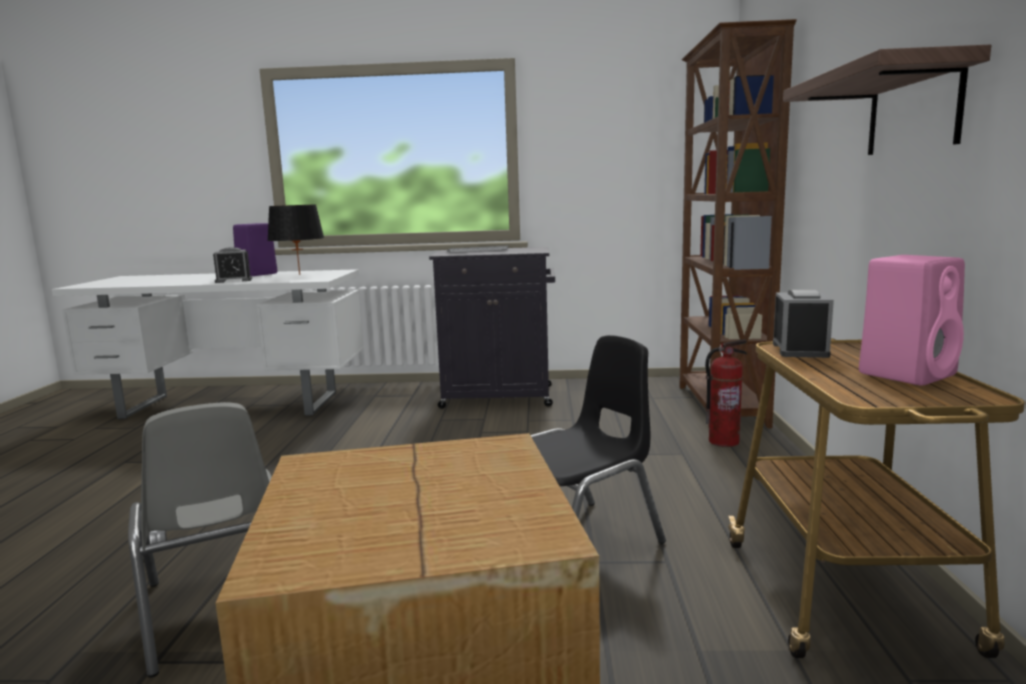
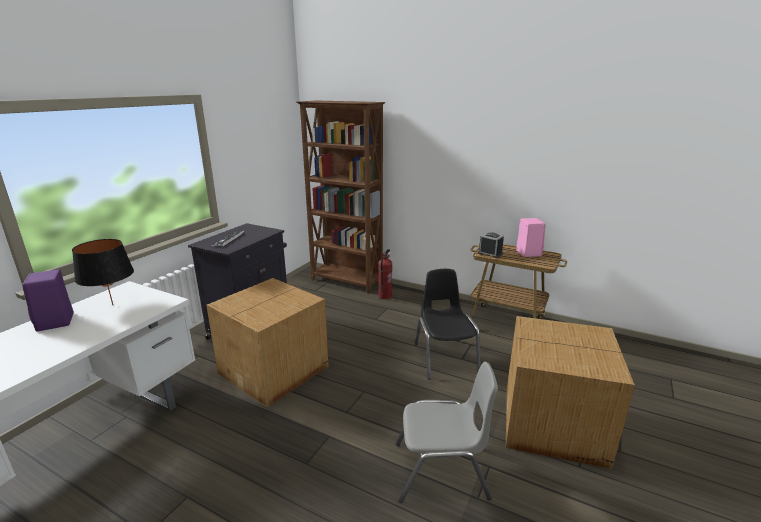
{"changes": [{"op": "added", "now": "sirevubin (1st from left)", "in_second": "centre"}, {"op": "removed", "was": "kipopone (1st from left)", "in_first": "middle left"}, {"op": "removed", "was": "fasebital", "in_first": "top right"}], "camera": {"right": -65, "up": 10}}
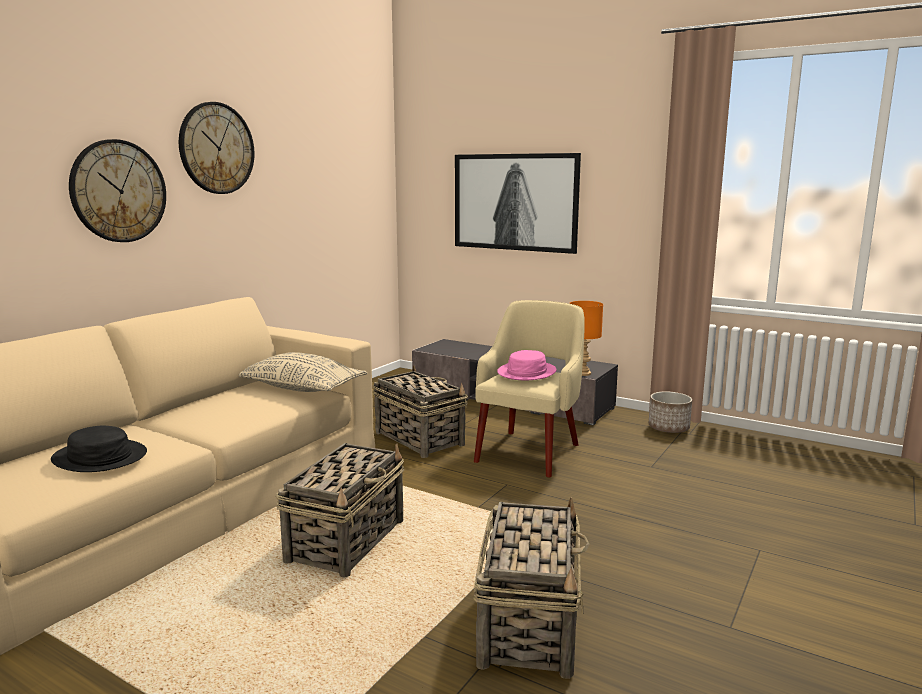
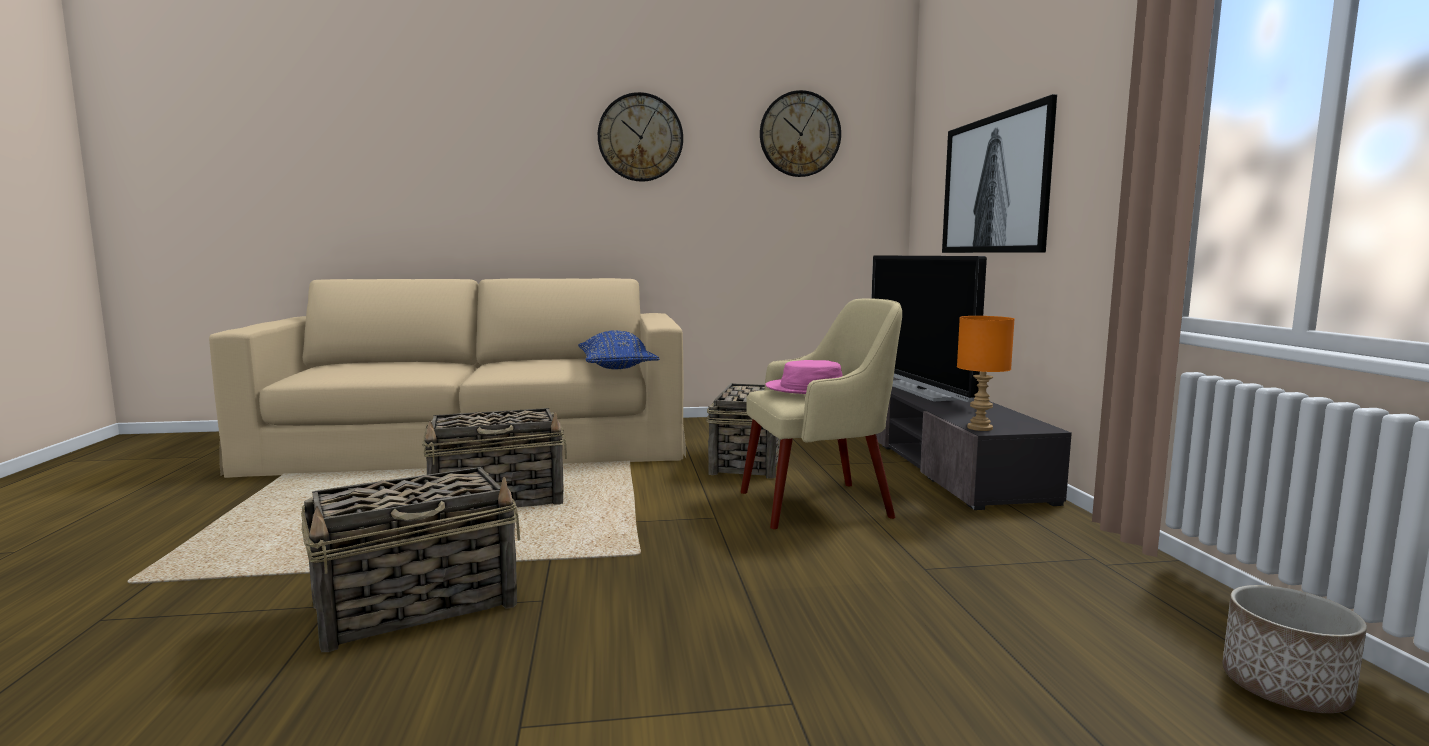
{"changes": [{"op": "recoloured", "was": "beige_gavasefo", "now": "blue_gavasefo", "in_first": "middle left", "in_second": "centre"}, {"op": "moved", "was": "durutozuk (1st from left in the first image)", "now": "durutozuk (2nd from left)", "in_first": "top left", "in_second": "top centre"}, {"op": "added", "now": "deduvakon", "in_second": "centre"}, {"op": "moved", "was": "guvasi", "in_first": "middle right", "in_second": "bottom right"}, {"op": "removed", "was": "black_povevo", "in_first": "middle left"}], "camera": {"right": 50, "up": -5}}
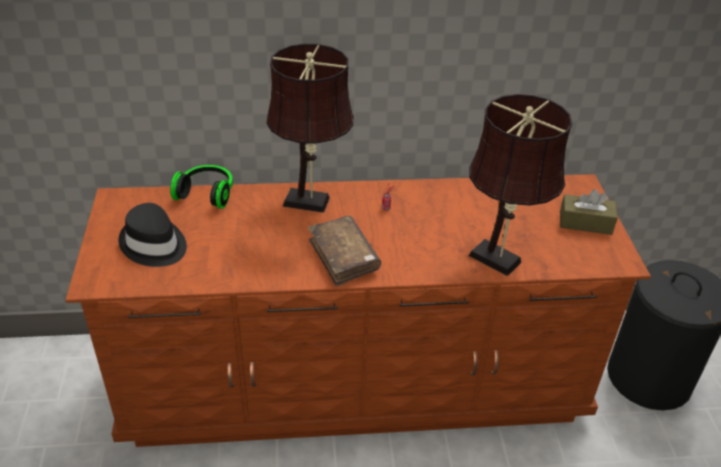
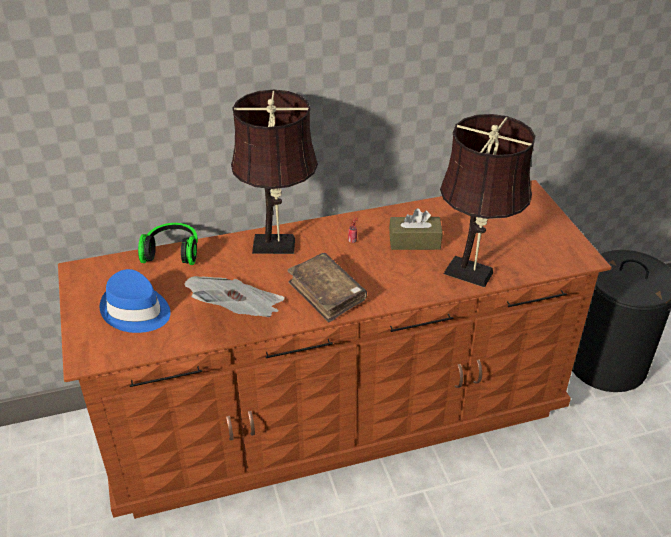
{"changes": [{"op": "recoloured", "was": "black_povevo", "now": "blue_povevo", "in_first": "middle left", "in_second": "middle left"}, {"op": "added", "now": "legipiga", "in_second": "centre"}, {"op": "moved", "was": "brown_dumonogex", "in_first": "middle right", "in_second": "centre"}], "camera": {"right": -10, "up": 0}}
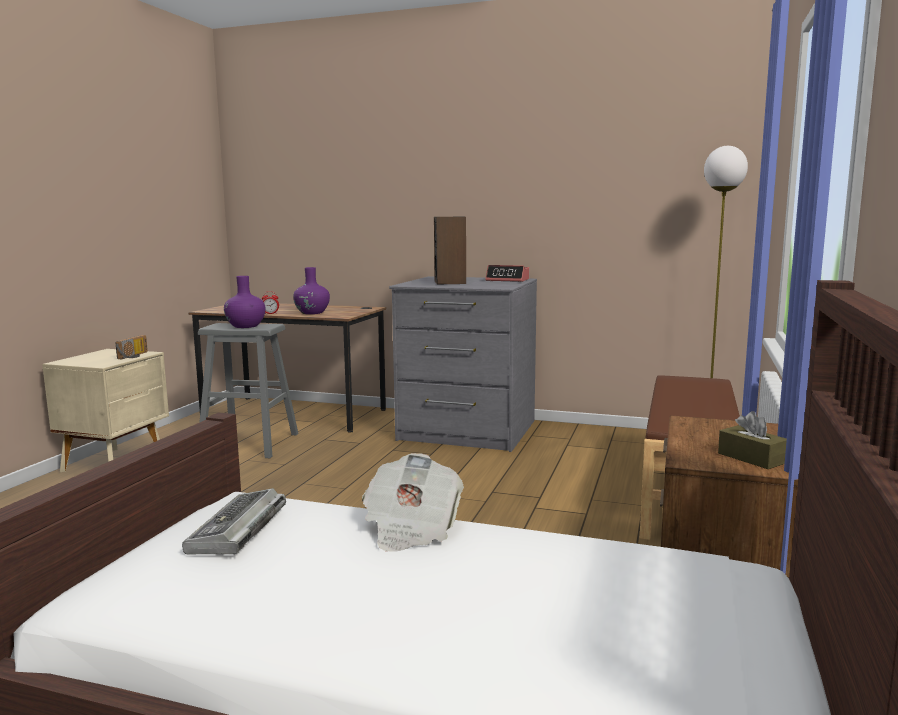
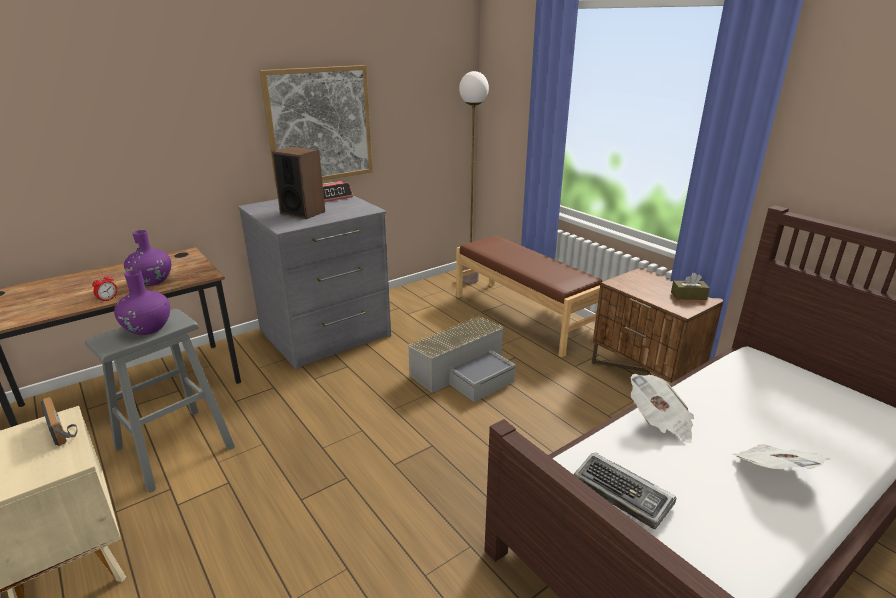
{"changes": [{"op": "added", "now": "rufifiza", "in_second": "top centre"}, {"op": "added", "now": "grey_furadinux", "in_second": "centre"}, {"op": "added", "now": "legipiga (2nd from left)", "in_second": "bottom right"}], "camera": {"right": -55, "up": 15}}
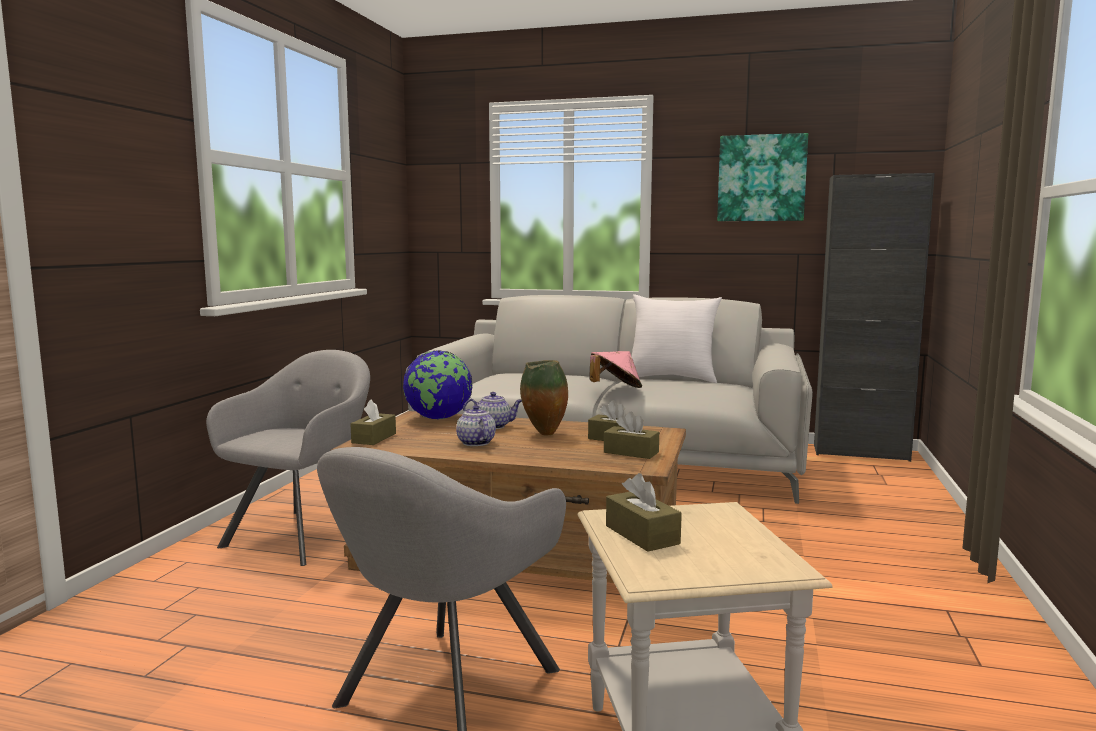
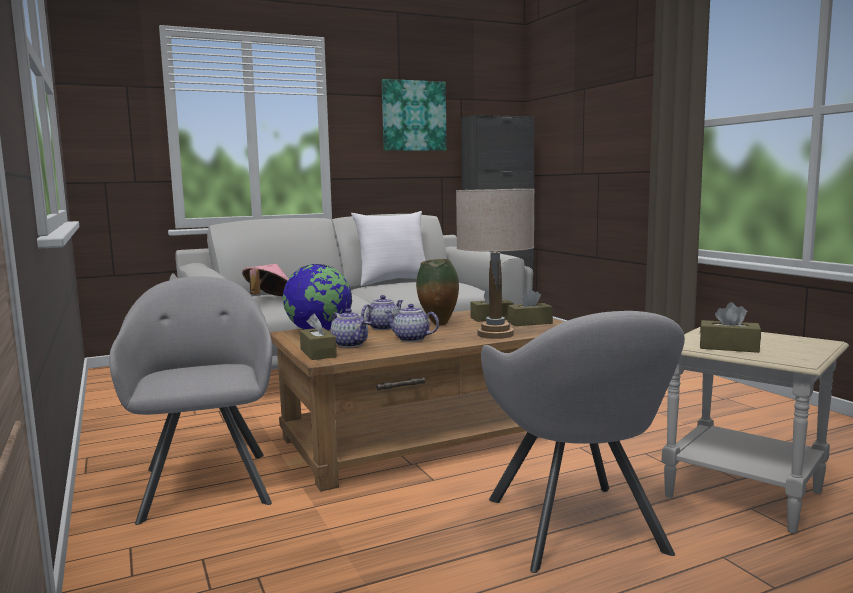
{"changes": [{"op": "moved", "was": "pink_povevo", "in_first": "centre", "in_second": "middle left"}, {"op": "added", "now": "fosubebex (1st from left)", "in_second": "centre"}, {"op": "added", "now": "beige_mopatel", "in_second": "centre"}], "camera": {"right": -40, "up": 0}}
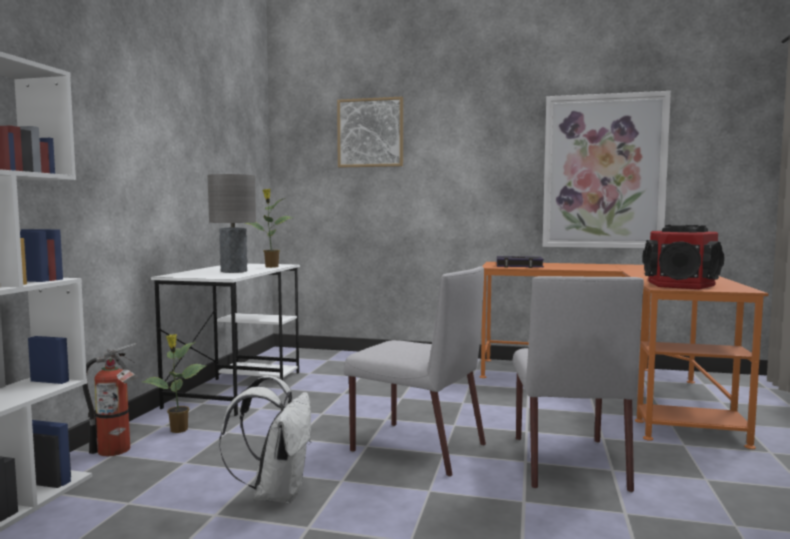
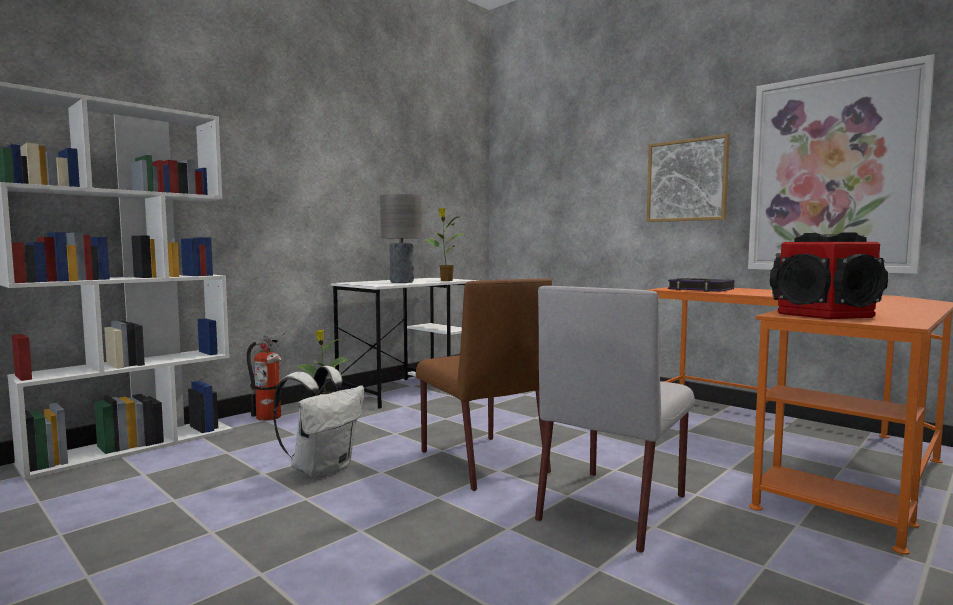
{"changes": [{"op": "recoloured", "was": "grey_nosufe (1st from left)", "now": "brown_nosufe", "in_first": "bottom centre", "in_second": "centre"}, {"op": "moved", "was": "rufifiza (1st from left)", "in_first": "top centre", "in_second": "top right"}], "camera": {"right": 30, "up": 0}}
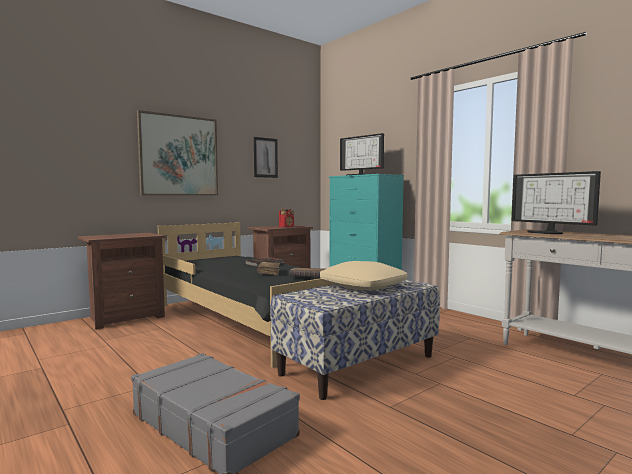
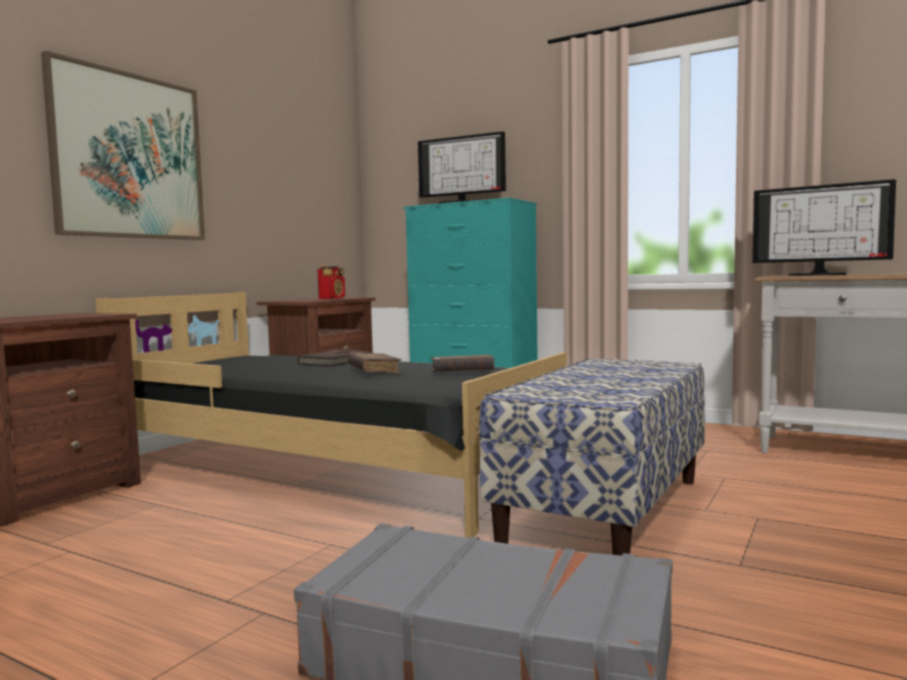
{"changes": [{"op": "removed", "was": "rufifiza (2nd from left)", "in_first": "top centre"}, {"op": "removed", "was": "beige_gavasefo", "in_first": "centre"}], "camera": {"right": -20, "up": 0}}
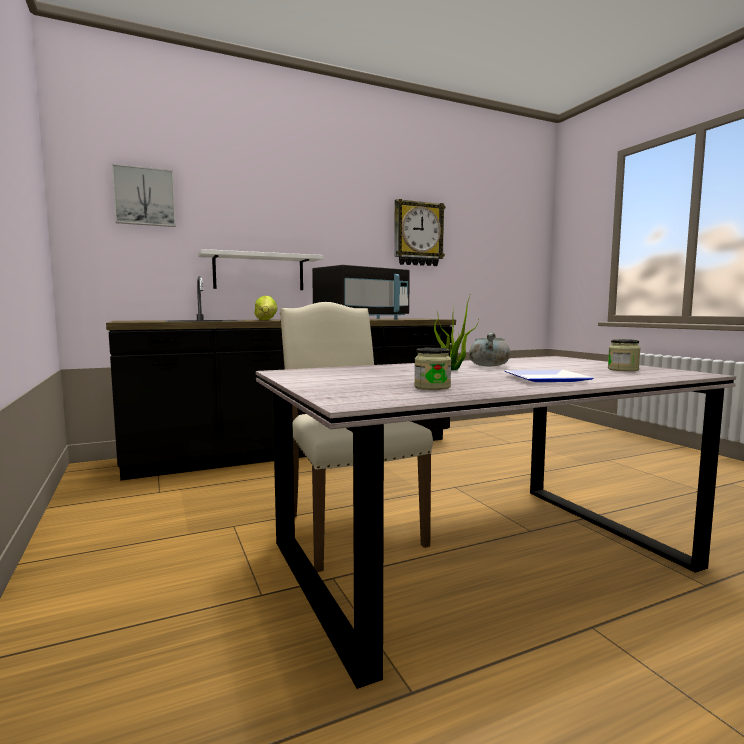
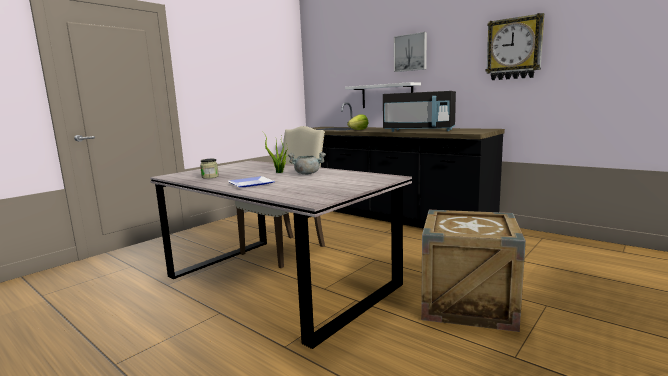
{"changes": [{"op": "moved", "was": "rufifiza", "in_first": "top left", "in_second": "top centre"}, {"op": "added", "now": "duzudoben", "in_second": "bottom right"}, {"op": "removed", "was": "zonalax (2nd from left)", "in_first": "middle right"}], "camera": {"right": 65, "up": 5}}
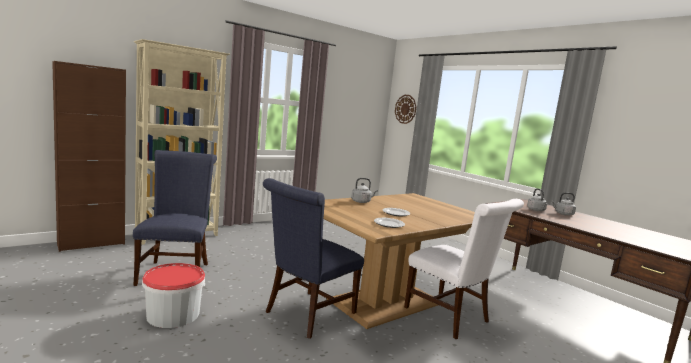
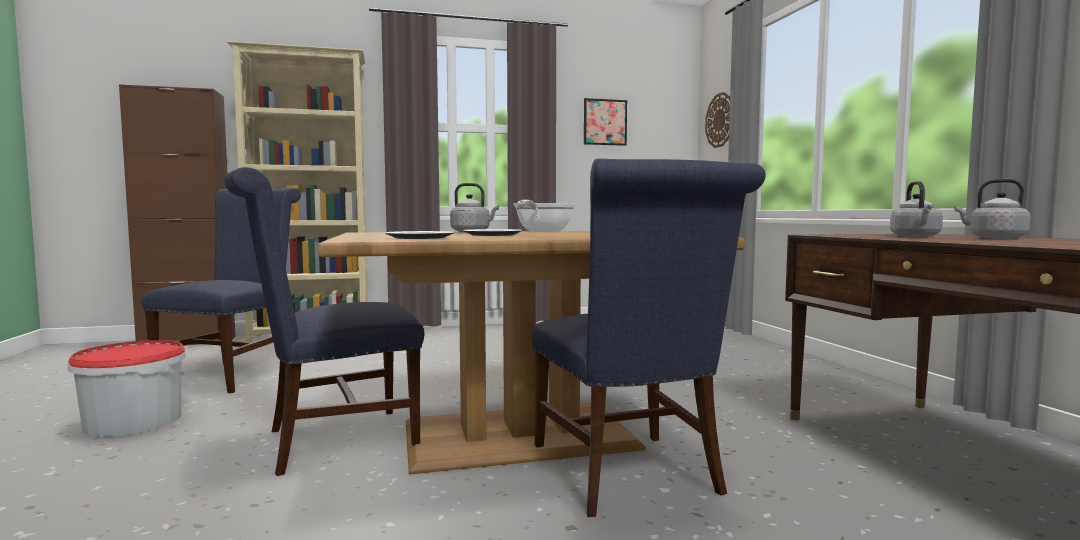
{"changes": [{"op": "added", "now": "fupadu", "in_second": "centre"}, {"op": "recoloured", "was": "white_nosufe", "now": "blue_nosufe (3rd from left)", "in_first": "bottom right", "in_second": "centre"}, {"op": "added", "now": "rufifiza", "in_second": "top centre"}], "camera": {"right": 25, "up": -5}}
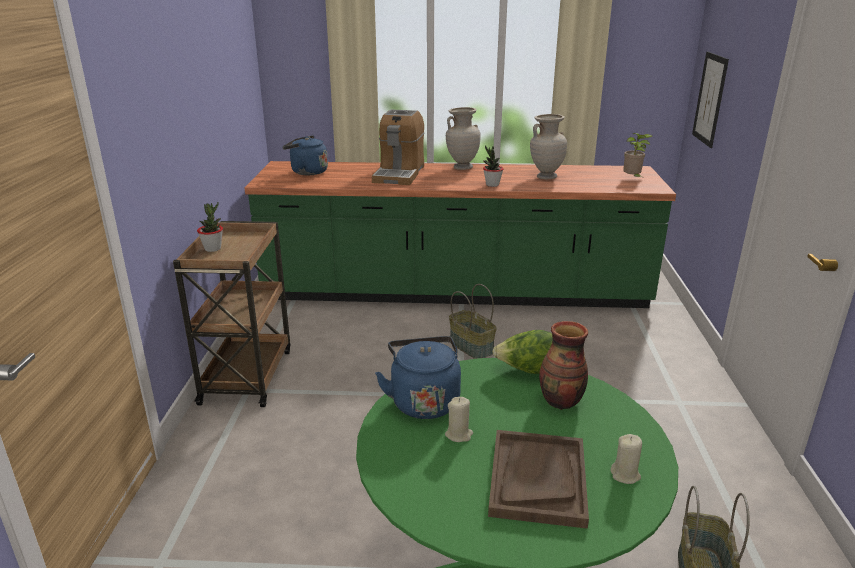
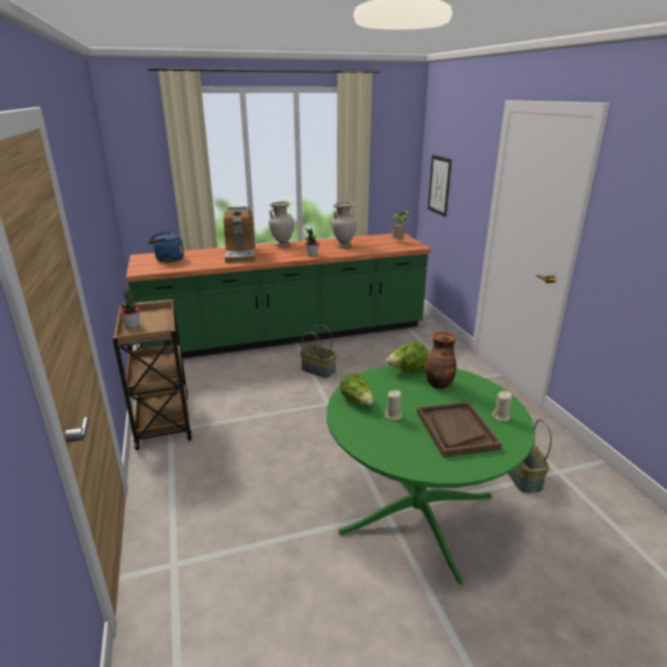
{"changes": [{"op": "replaced", "was": "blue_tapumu (2nd from left)", "now": "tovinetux (1st from left)", "in_first": "centre", "in_second": "centre"}], "camera": {"right": -20, "up": 0}}
